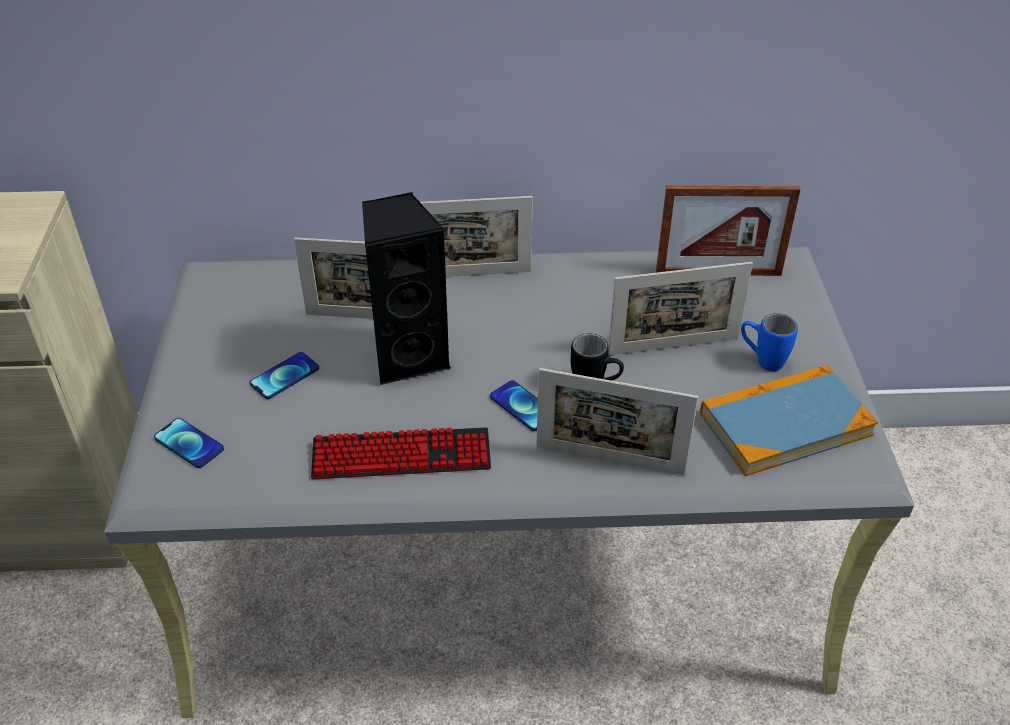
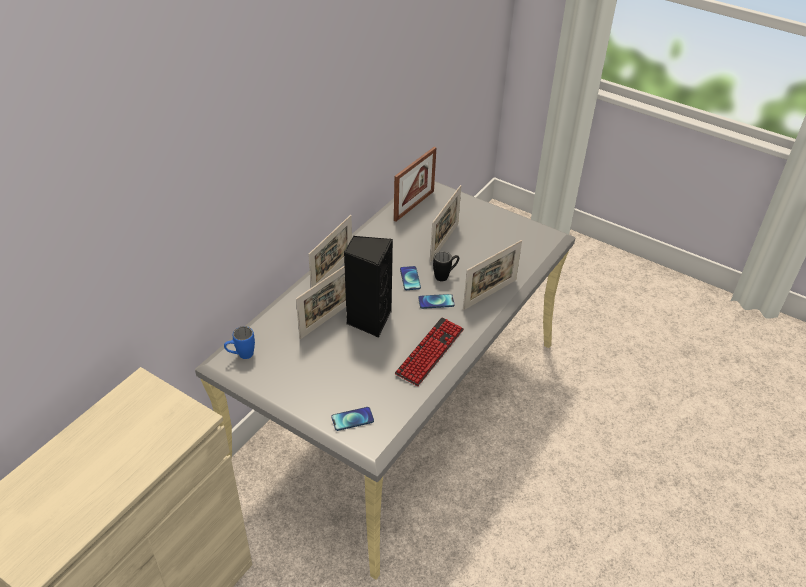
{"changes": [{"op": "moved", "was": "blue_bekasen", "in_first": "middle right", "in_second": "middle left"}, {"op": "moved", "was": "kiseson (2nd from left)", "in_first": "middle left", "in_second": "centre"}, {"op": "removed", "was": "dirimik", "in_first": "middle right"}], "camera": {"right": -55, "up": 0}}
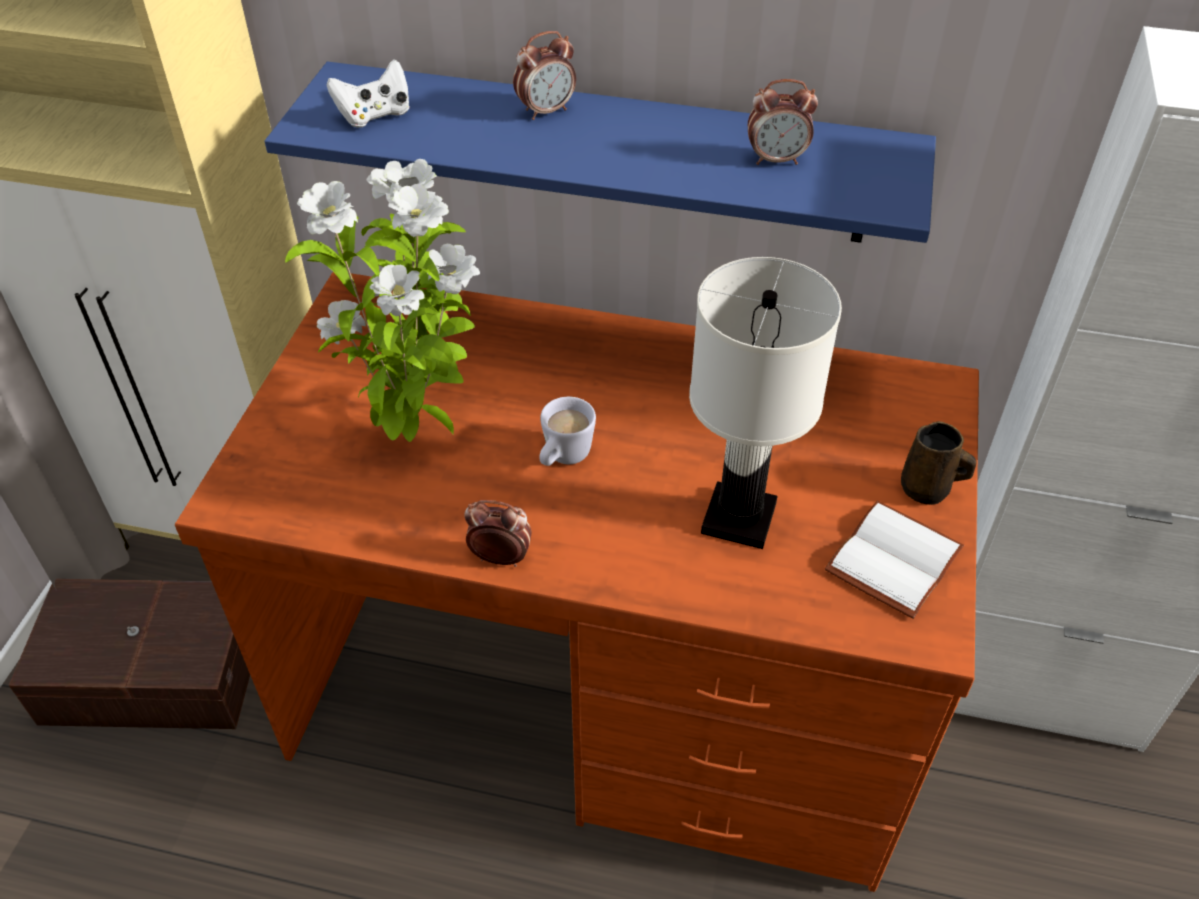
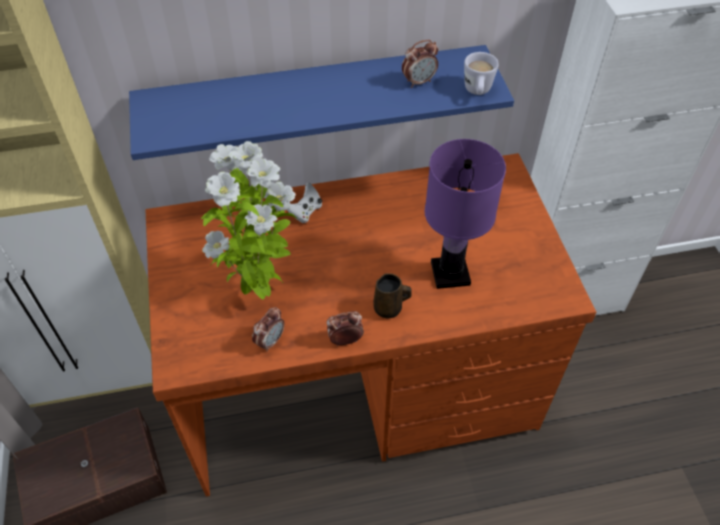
{"changes": [{"op": "moved", "was": "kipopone (2nd from left in the first image)", "now": "kipopone (1st from left)", "in_first": "top centre", "in_second": "centre"}, {"op": "moved", "was": "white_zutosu", "in_first": "top left", "in_second": "centre"}, {"op": "moved", "was": "brown_bekasen", "in_first": "middle right", "in_second": "centre"}, {"op": "recoloured", "was": "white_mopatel", "now": "purple_mopatel", "in_first": "centre", "in_second": "centre"}, {"op": "moved", "was": "white_bekasen", "in_first": "centre", "in_second": "top right"}, {"op": "removed", "was": "white_dirimik", "in_first": "middle right"}], "camera": {"right": -25, "up": 5}}
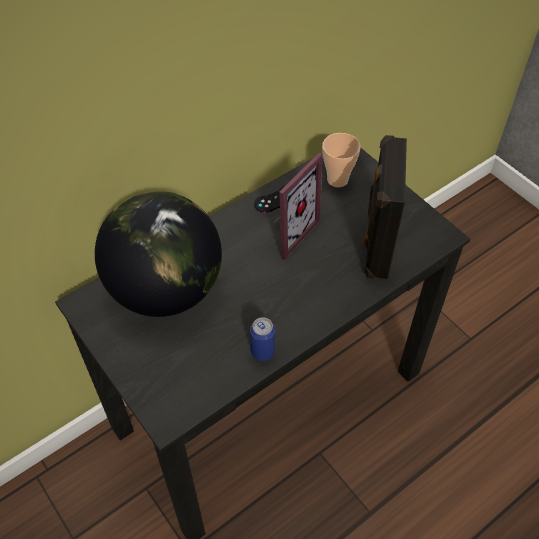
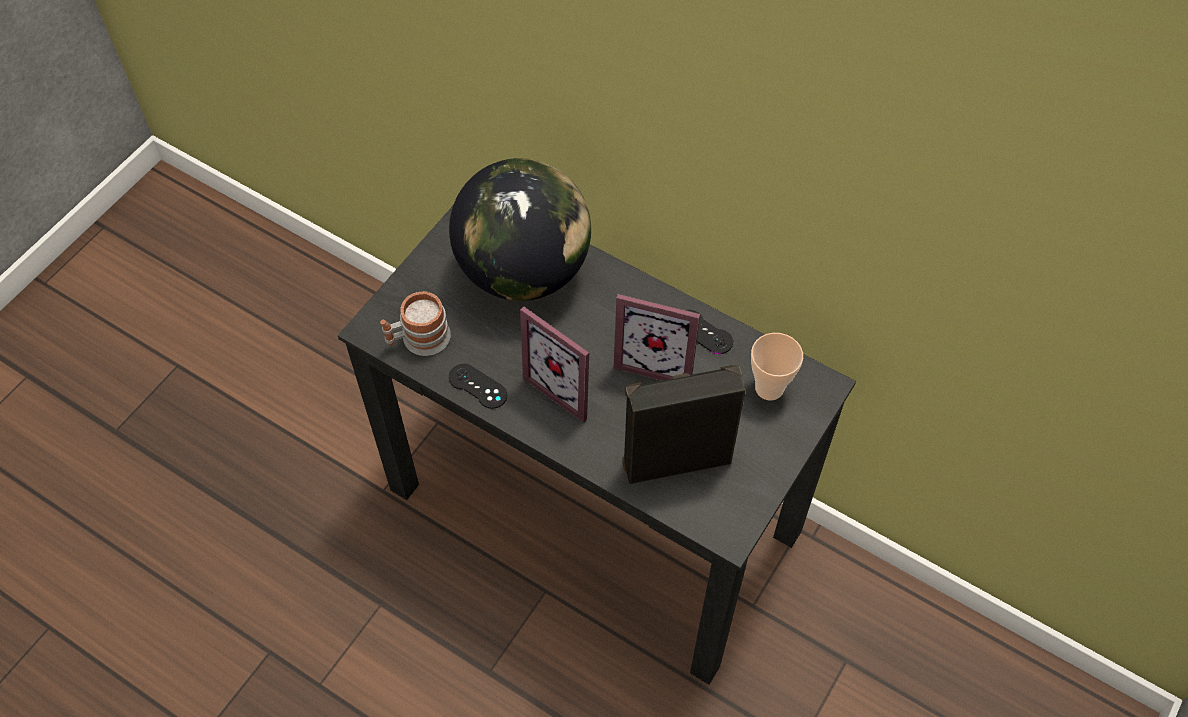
{"changes": [{"op": "added", "now": "bekasen", "in_second": "centre"}, {"op": "replaced", "was": "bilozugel", "now": "black_zutosu (1st from left)", "in_first": "centre", "in_second": "centre"}, {"op": "added", "now": "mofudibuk (1st from left)", "in_second": "centre"}], "camera": {"right": 70, "up": 5}}
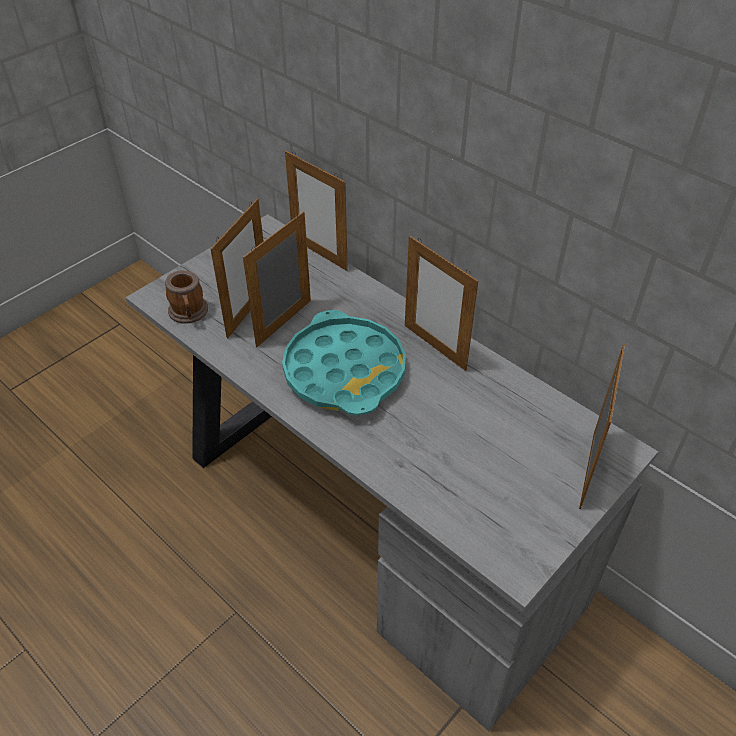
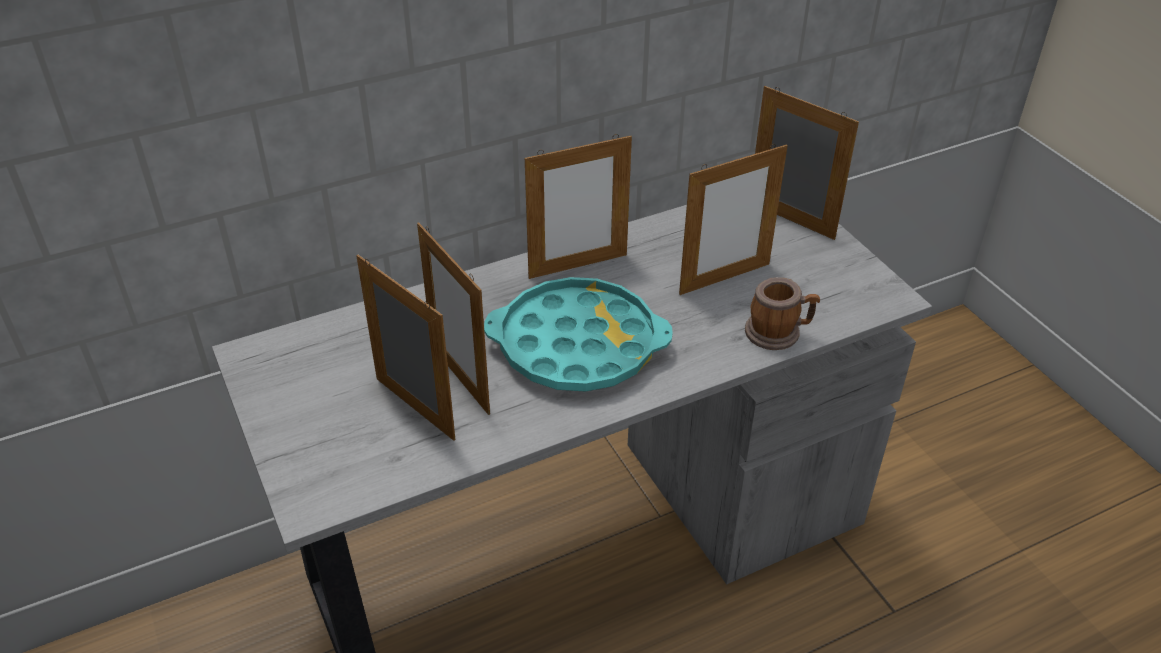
{"changes": [{"op": "moved", "was": "mofudibuk (3rd from left in the first image)", "now": "mofudibuk (4th from left)", "in_first": "top centre", "in_second": "centre"}, {"op": "moved", "was": "bekasen", "in_first": "middle left", "in_second": "middle right"}], "camera": {"right": -70, "up": -5}}
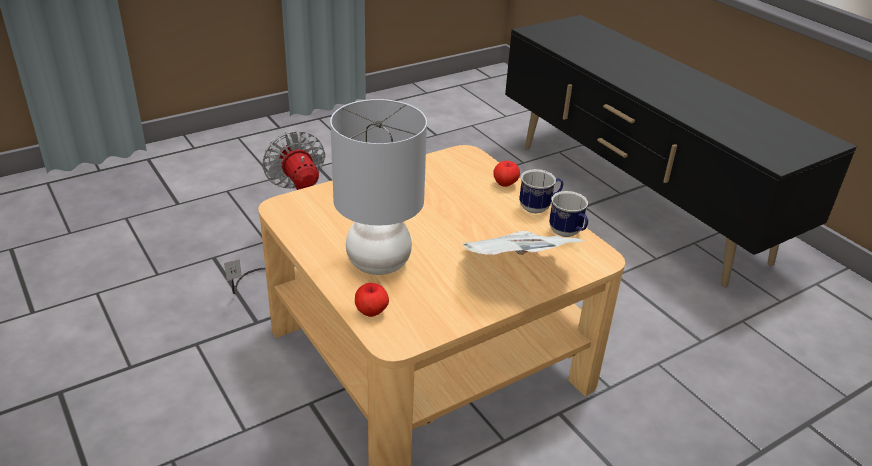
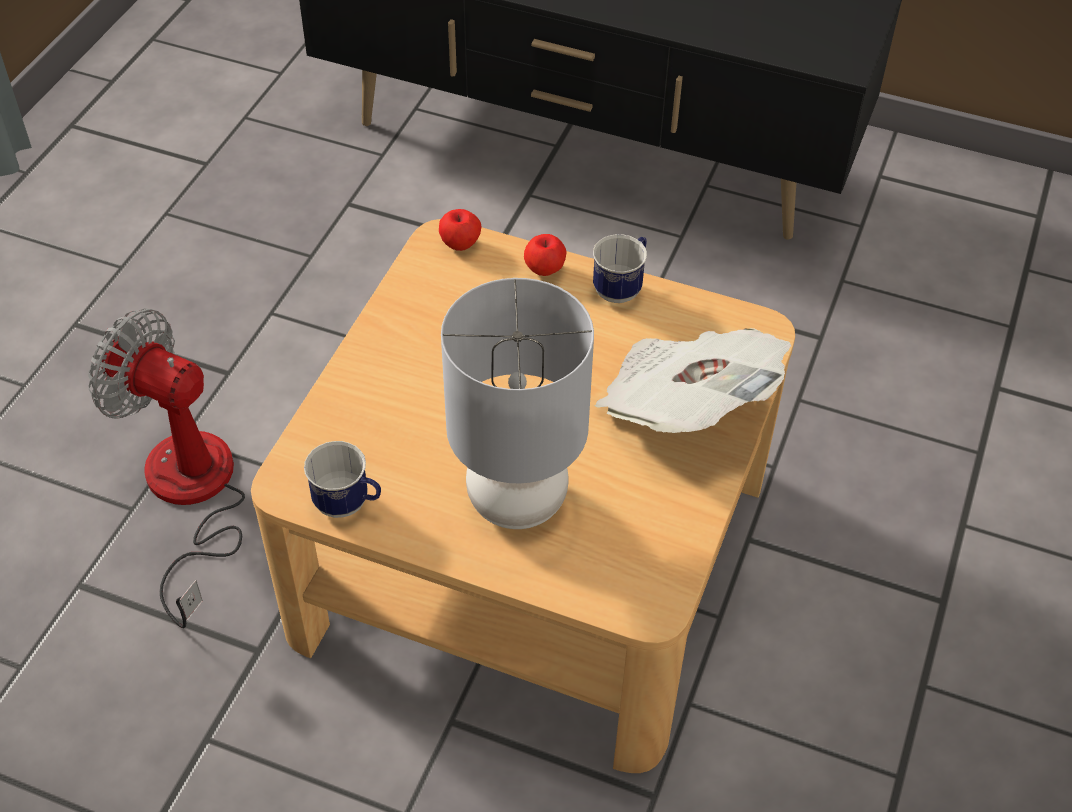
{"changes": [{"op": "moved", "was": "bekasen (2nd from left in the first image)", "now": "bekasen (1st from left)", "in_first": "centre", "in_second": "middle left"}, {"op": "moved", "was": "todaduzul (1st from left)", "in_first": "centre", "in_second": "top centre"}], "camera": {"right": -35, "up": 15}}
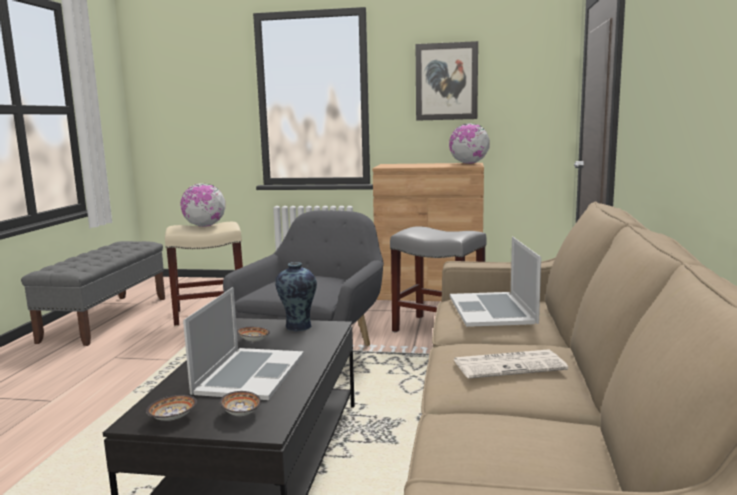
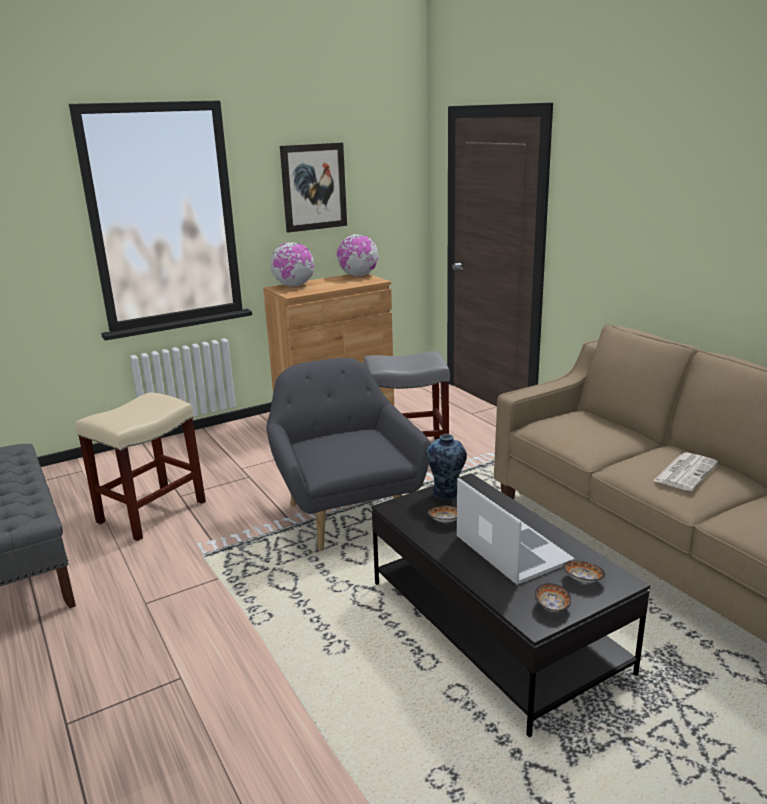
{"changes": [{"op": "moved", "was": "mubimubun (1st from left)", "in_first": "middle left", "in_second": "top centre"}, {"op": "removed", "was": "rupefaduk (2nd from left)", "in_first": "middle right"}], "camera": {"right": -40, "up": 10}}
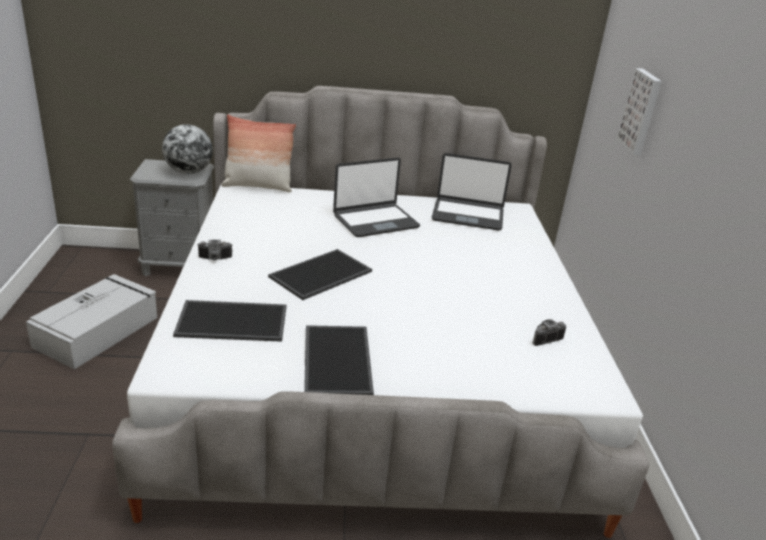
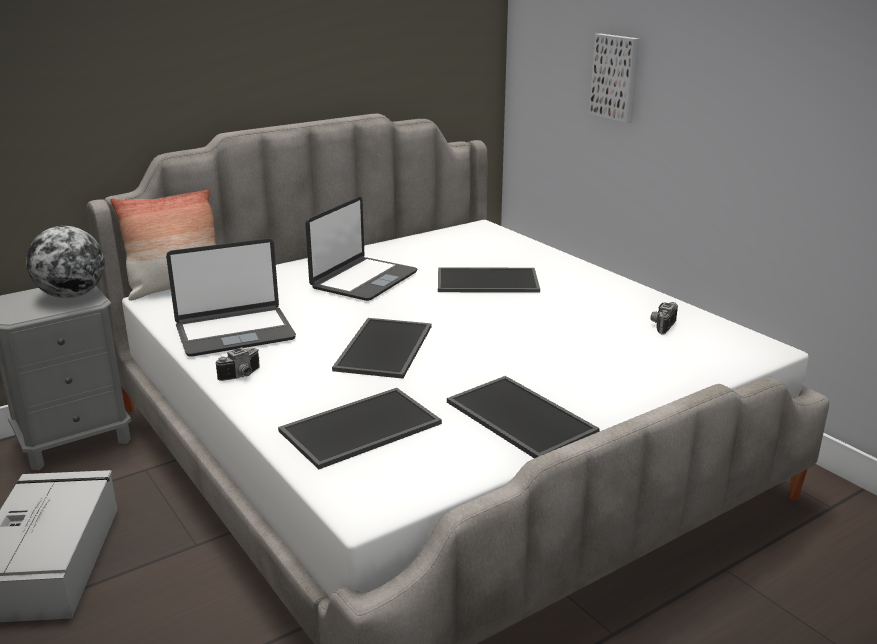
{"changes": [{"op": "moved", "was": "rupefaduk (2nd from left in the first image)", "now": "rupefaduk (1st from left)", "in_first": "centre", "in_second": "middle left"}, {"op": "added", "now": "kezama (3rd from left)", "in_second": "centre"}], "camera": {"right": -30, "up": -5}}
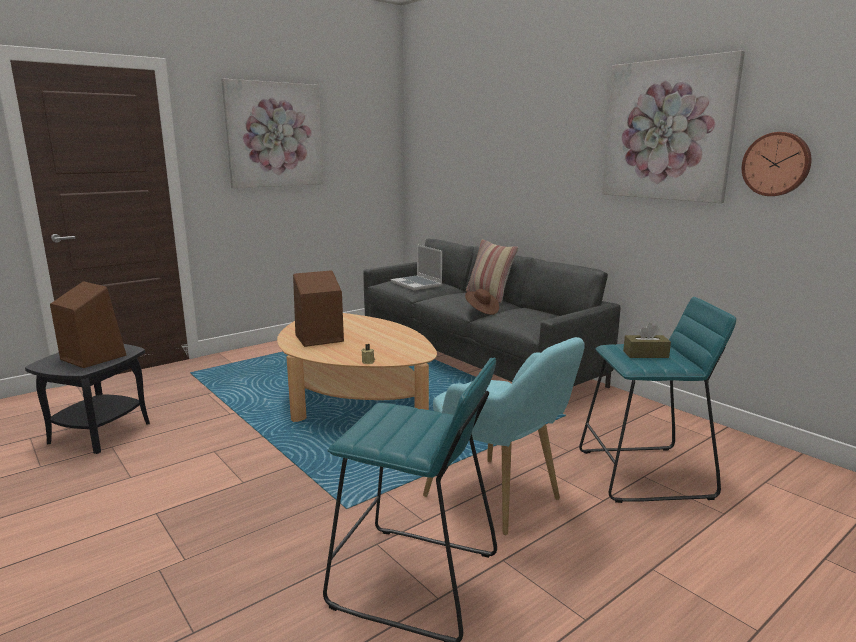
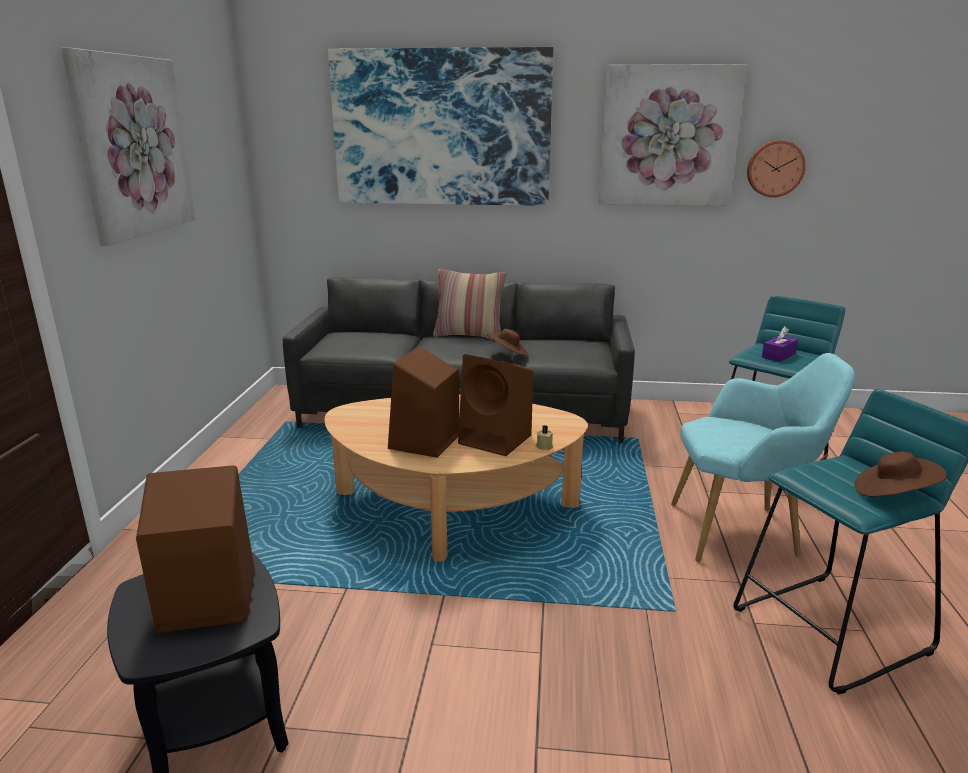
{"changes": [{"op": "added", "now": "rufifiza (2nd from left)", "in_second": "top centre"}, {"op": "added", "now": "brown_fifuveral (3rd from left)", "in_second": "centre"}, {"op": "recoloured", "was": "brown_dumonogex", "now": "purple_dumonogex", "in_first": "middle right", "in_second": "middle right"}, {"op": "added", "now": "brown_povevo (2nd from left)", "in_second": "middle right"}, {"op": "removed", "was": "rupefaduk", "in_first": "centre"}], "camera": {"right": -45, "up": 5}}
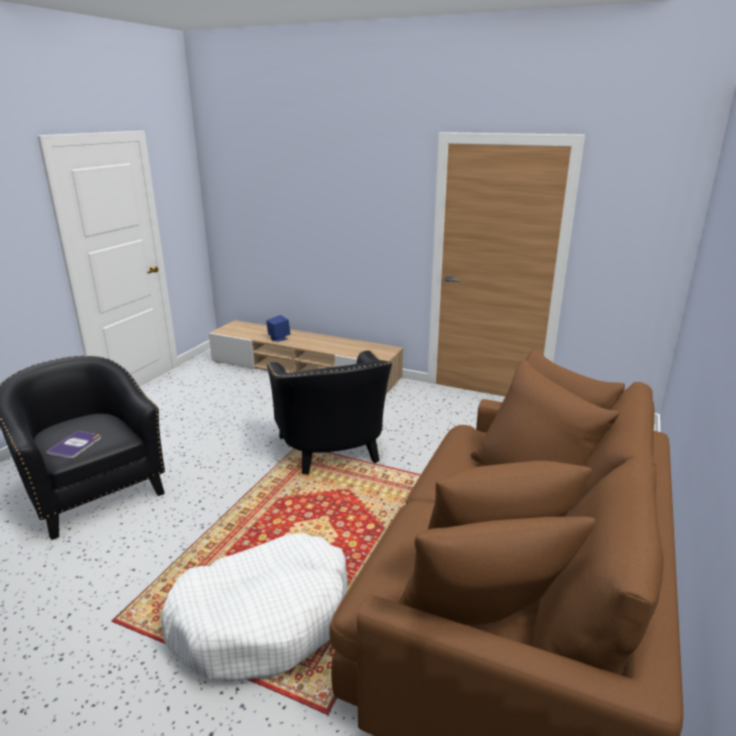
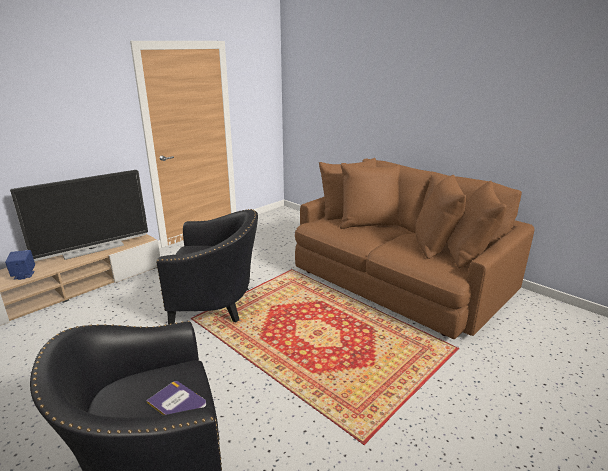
{"changes": [{"op": "added", "now": "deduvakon", "in_second": "middle left"}, {"op": "removed", "was": "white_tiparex", "in_first": "bottom centre"}], "camera": {"right": -70, "up": 0}}
